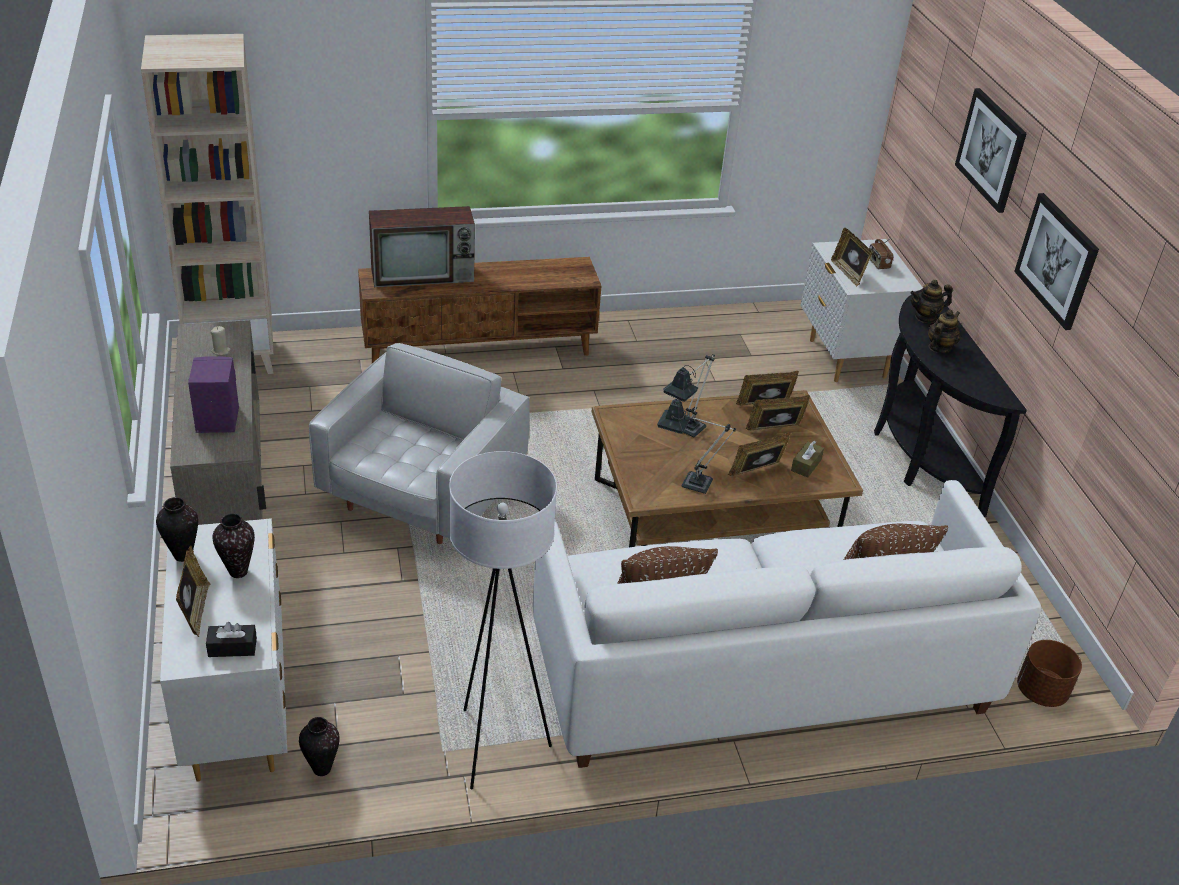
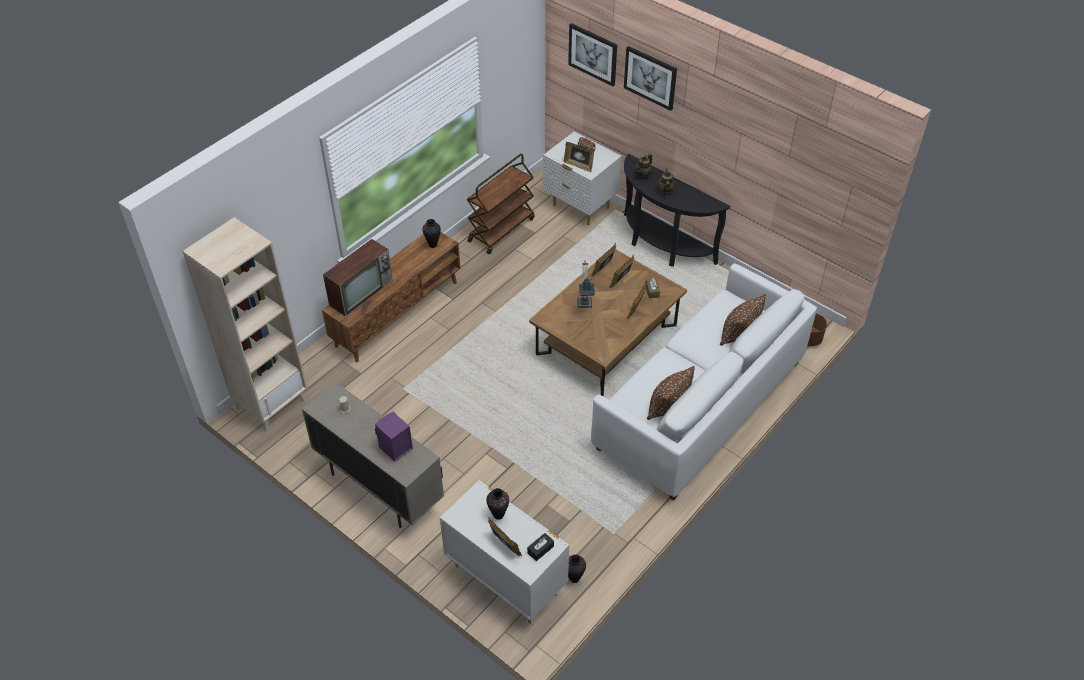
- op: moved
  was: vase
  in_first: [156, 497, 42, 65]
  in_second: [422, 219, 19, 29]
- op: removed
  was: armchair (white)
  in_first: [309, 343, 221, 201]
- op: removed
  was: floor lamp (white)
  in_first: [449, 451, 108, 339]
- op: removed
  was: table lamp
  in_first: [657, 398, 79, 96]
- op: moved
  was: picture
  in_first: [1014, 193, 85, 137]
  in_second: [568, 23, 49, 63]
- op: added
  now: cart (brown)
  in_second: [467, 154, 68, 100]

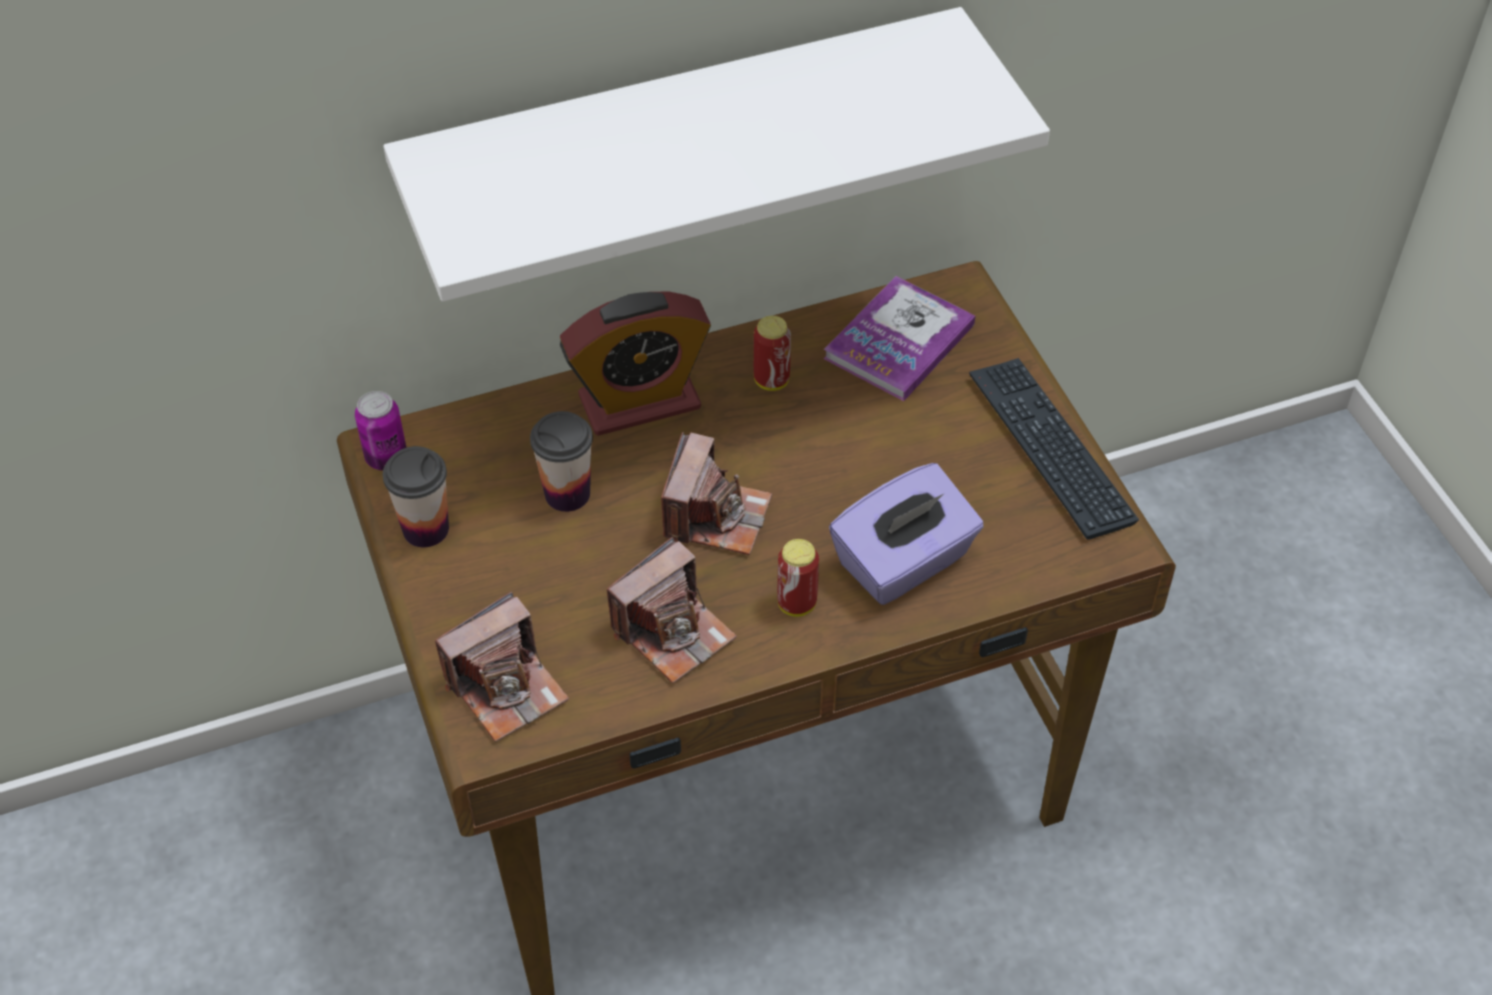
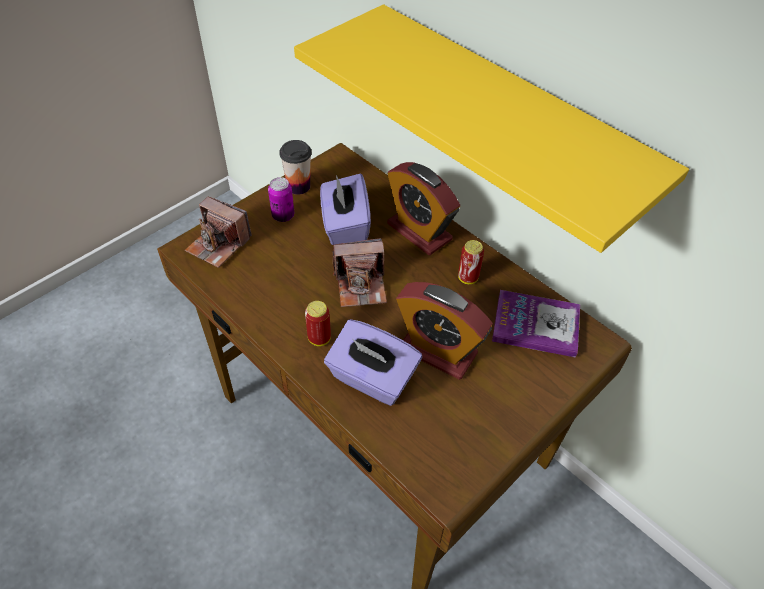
- op: moved
  was: can
  in_first: [355, 391, 52, 79]
  in_second: [268, 177, 26, 45]
- op: recoloured
  was: shelf (white)
  now: shelf (yellow)
  in_first: [383, 7, 667, 295]
  in_second: [294, 4, 395, 249]
- op: replaced
  was: cup
  now: tissue box (purple)
  in_first: [530, 411, 63, 101]
  in_second: [320, 174, 51, 71]
- op: removed
  was: photo camera
  in_first: [607, 537, 130, 146]
- op: removed
  was: keyboard
  in_first: [969, 358, 170, 182]
- op: added
  now: alarm clock
  in_second: [396, 282, 97, 97]

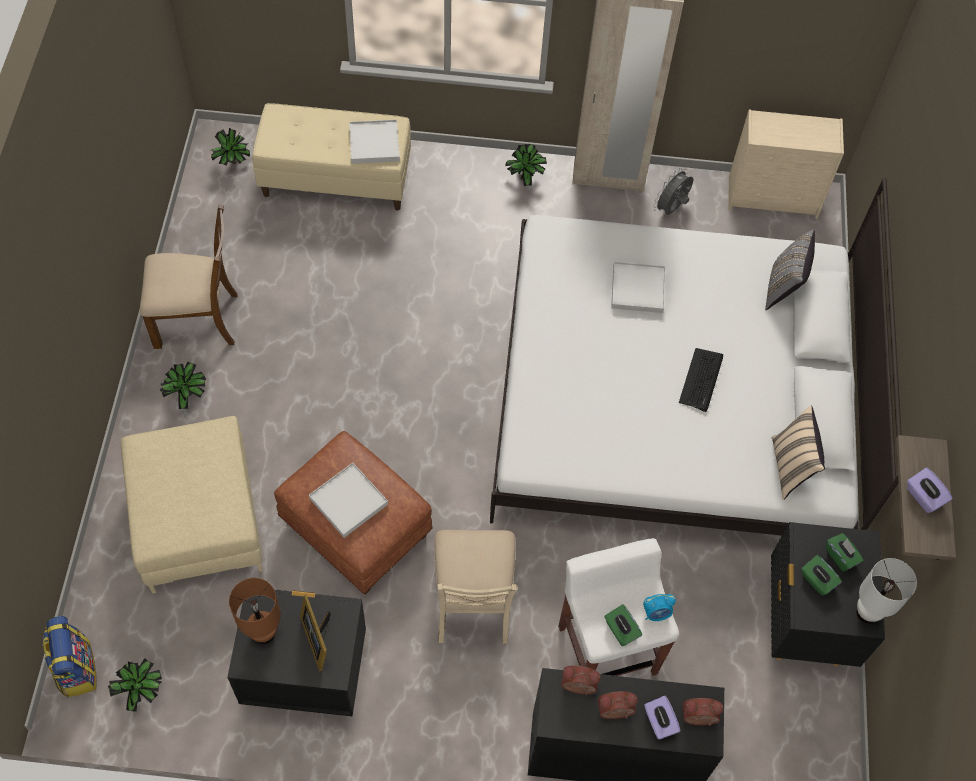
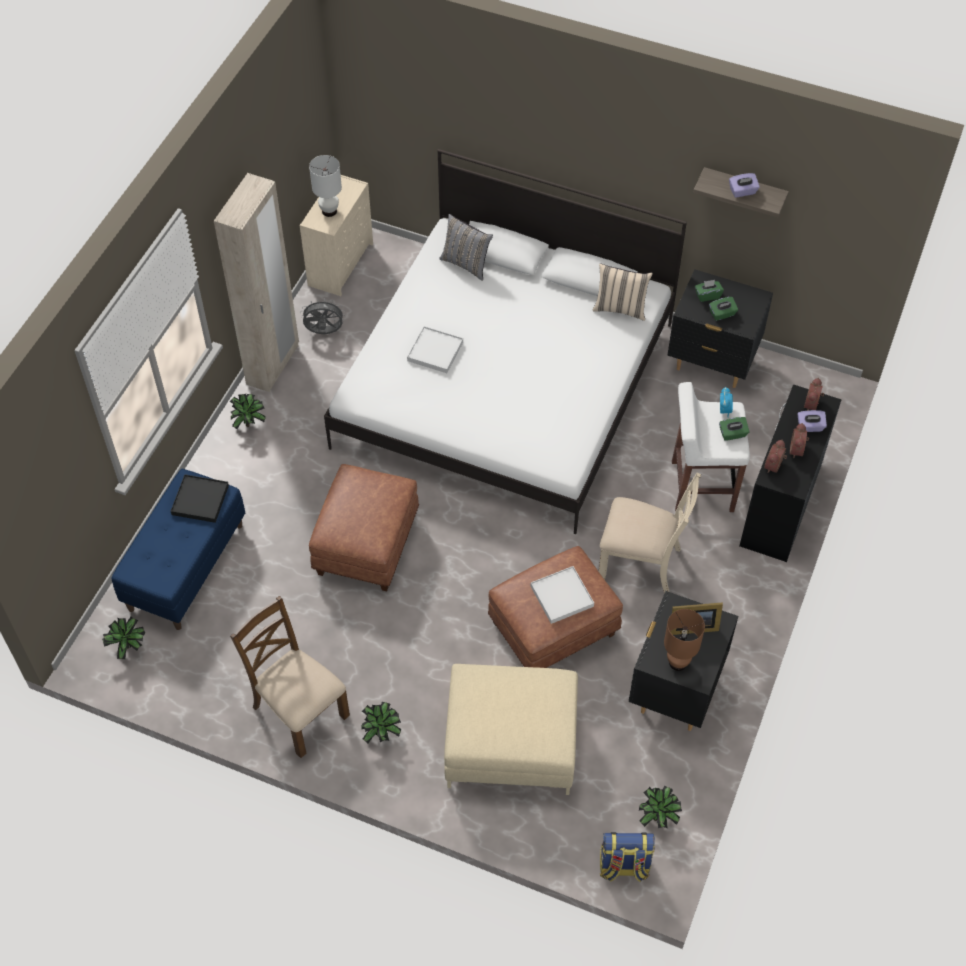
- op: turned
  was: chair (brown)
  in_first: [140, 205, 97, 144]
  in_second: [230, 596, 120, 162]
  clockwise: -60
- op: recoloured
  was: bench (beige)
  now: bench (blue)
  in_first: [252, 103, 159, 108]
  in_second: [112, 469, 133, 161]
- op: recoloured
  was: tray (white)
  now: tray (black)
  in_first: [349, 119, 51, 45]
  in_second: [171, 474, 58, 49]
- op: turned
  was: fan (grey)
  in_first: [653, 168, 40, 47]
  in_second: [300, 299, 46, 35]
  clockwise: 120
- op: removed
  was: keyboard
  in_first: [679, 348, 44, 64]
- op: moved
  was: table lamp (white)
  in_first: [856, 558, 61, 66]
  in_second: [309, 155, 33, 62]
- op: added
  now: ottoman (brown)
  in_second: [309, 464, 110, 127]

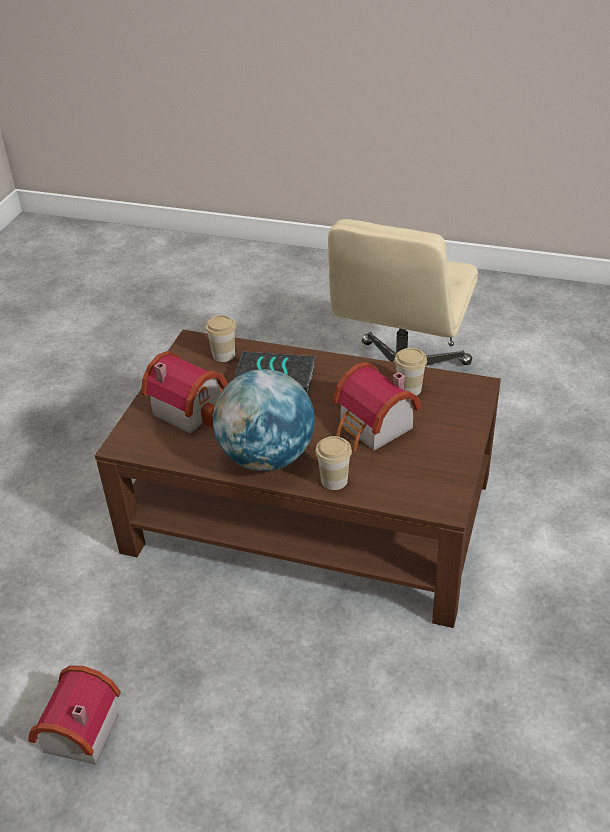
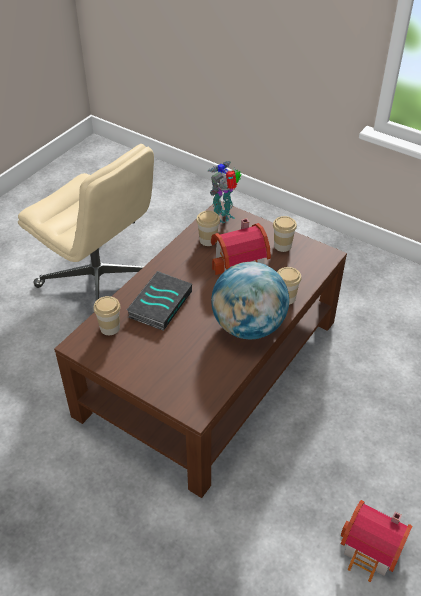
- op: removed
  was: toy house
  in_first: [141, 351, 87, 82]
- op: added
  now: toy robot
  in_second: [208, 161, 34, 65]
- op: added
  now: cup
  in_second: [273, 216, 24, 36]

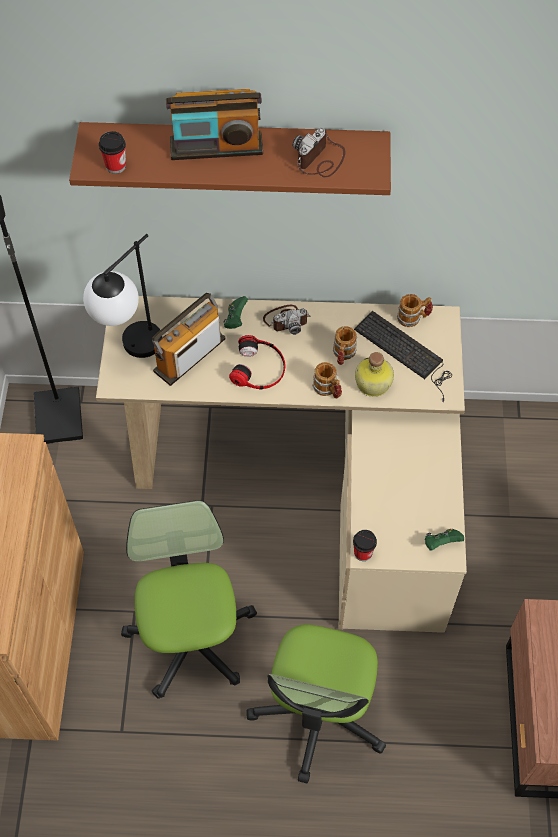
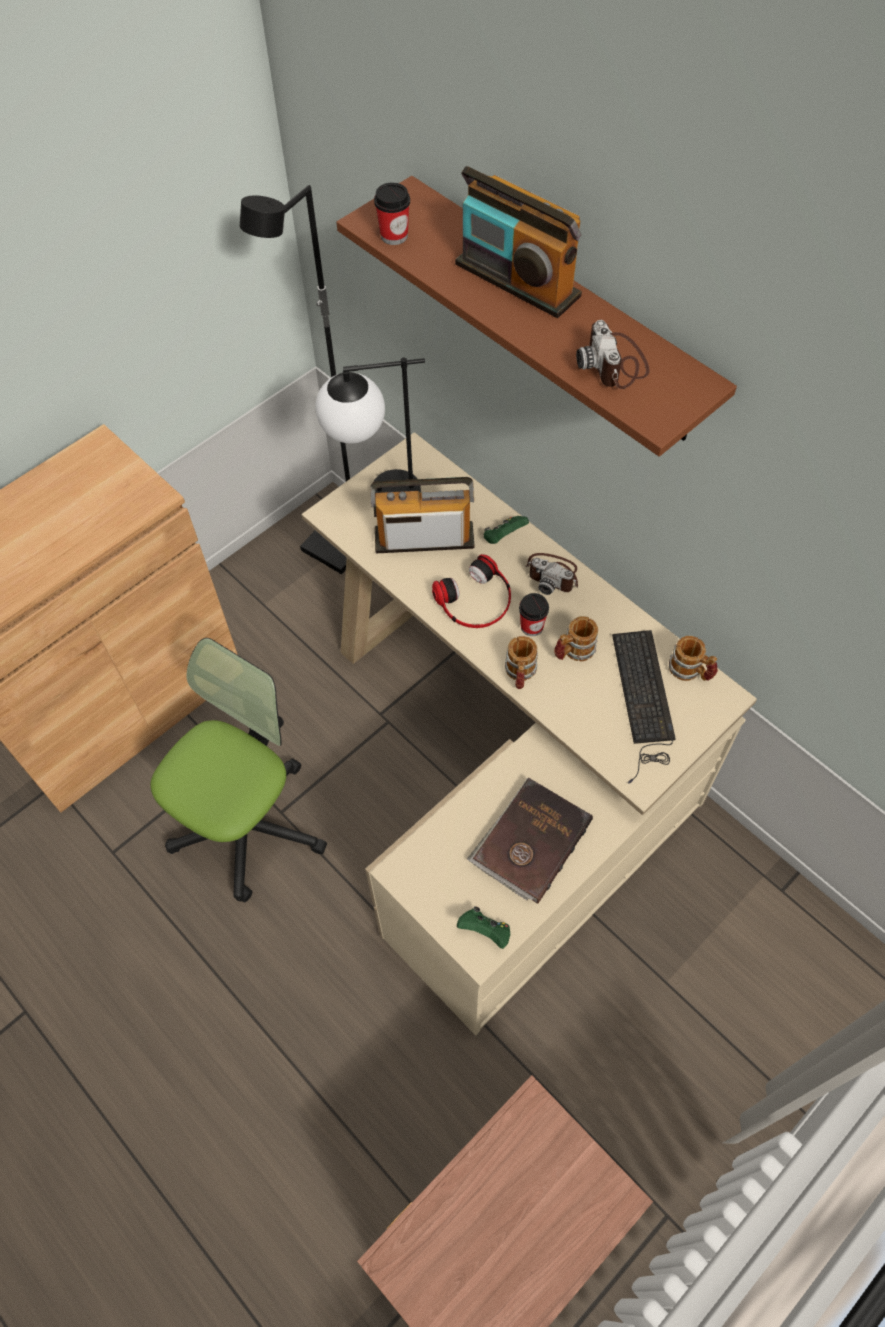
- op: removed
  was: office chair
  in_first: [246, 624, 140, 159]
- op: turned
  was: photo camera
  in_first: [292, 128, 53, 49]
  in_second: [576, 320, 74, 69]
  clockwise: -90
- op: moved
  was: cup
  in_first: [353, 530, 24, 31]
  in_second: [519, 593, 30, 43]
- op: removed
  was: bottle
  in_first: [355, 352, 39, 45]
- op: added
  now: book (brown)
  in_second: [467, 778, 126, 126]

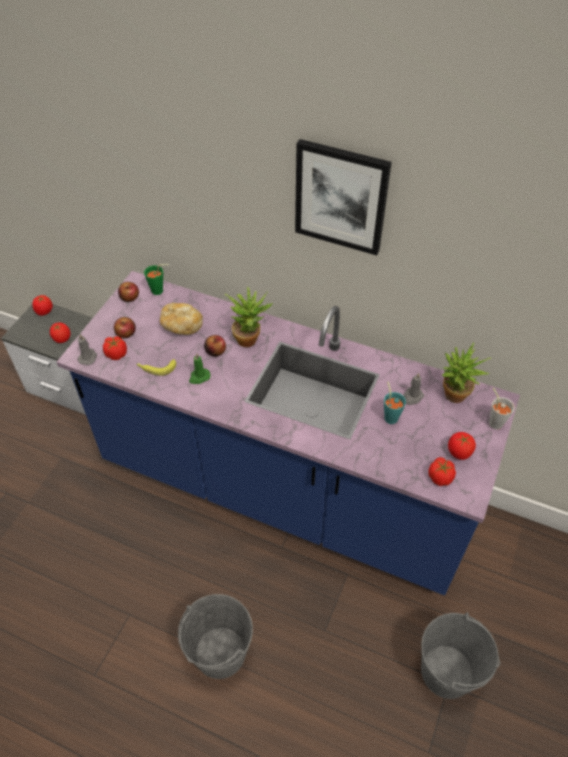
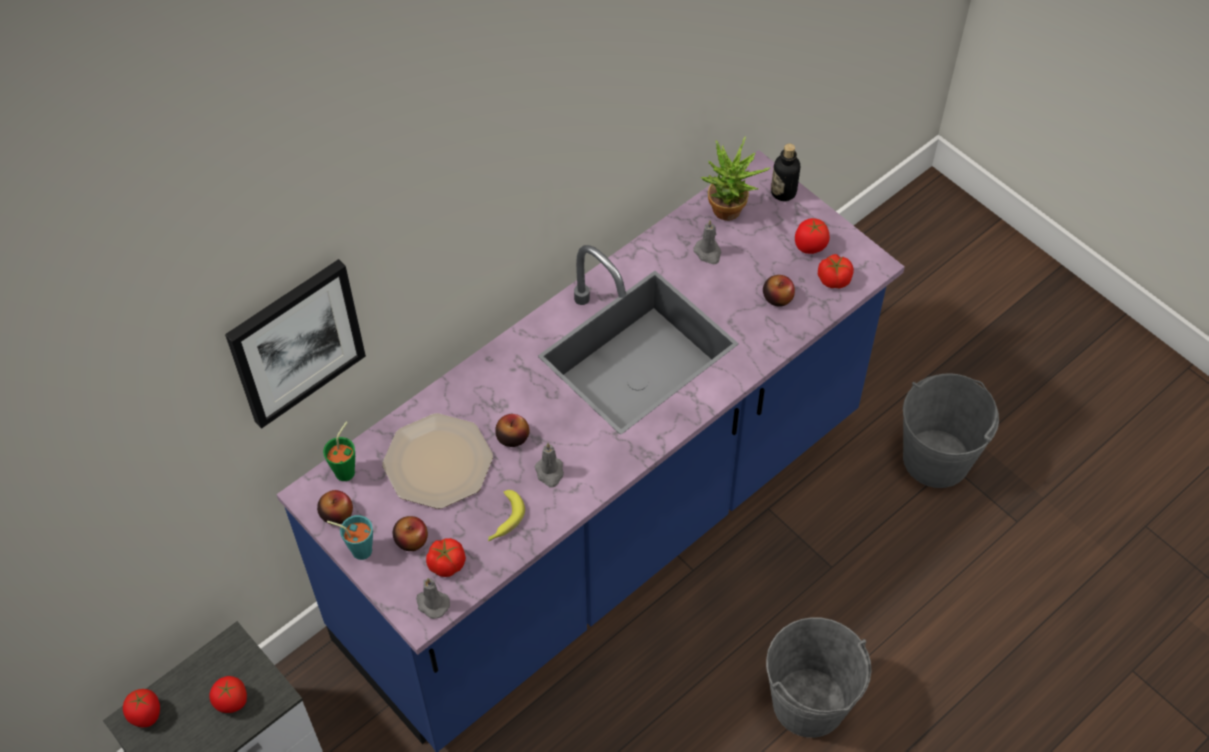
- op: replaced
  was: bread
  now: plate
  in_first: [160, 303, 43, 32]
  in_second: [382, 413, 111, 96]
- op: recoloured
  was: candle (green)
  now: candle (grey)
  in_first: [189, 353, 22, 31]
  in_second: [535, 443, 29, 45]
- op: removed
  was: potted plant
  in_first: [225, 286, 48, 61]
- op: moved
  was: picture
  in_first: [295, 139, 97, 117]
  in_second: [225, 259, 141, 170]
- op: moved
  was: cup (turquoise)
  in_first: [384, 382, 22, 42]
  in_second: [327, 515, 46, 45]
- op: replaced
  was: cup (grey)
  now: bottle
  in_first: [489, 388, 26, 41]
  in_second: [771, 143, 29, 58]
- op: added
  now: apple
  in_second: [763, 275, 32, 32]

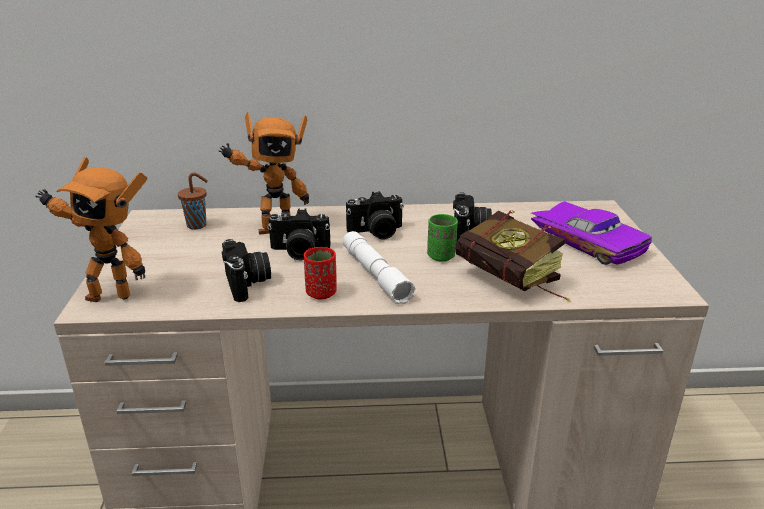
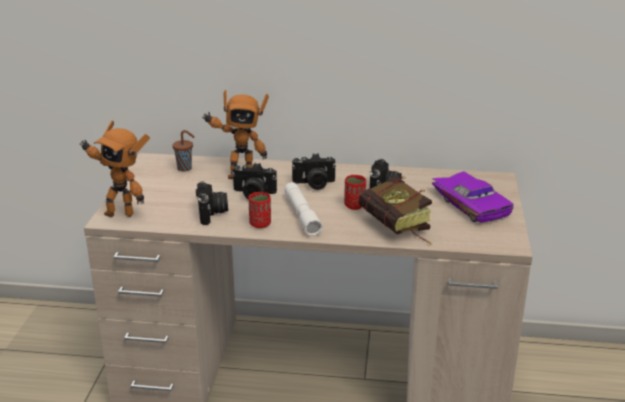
- op: recoloured
  was: cup (green)
  now: cup (red)
  in_first: [427, 214, 31, 48]
  in_second: [344, 175, 22, 35]

